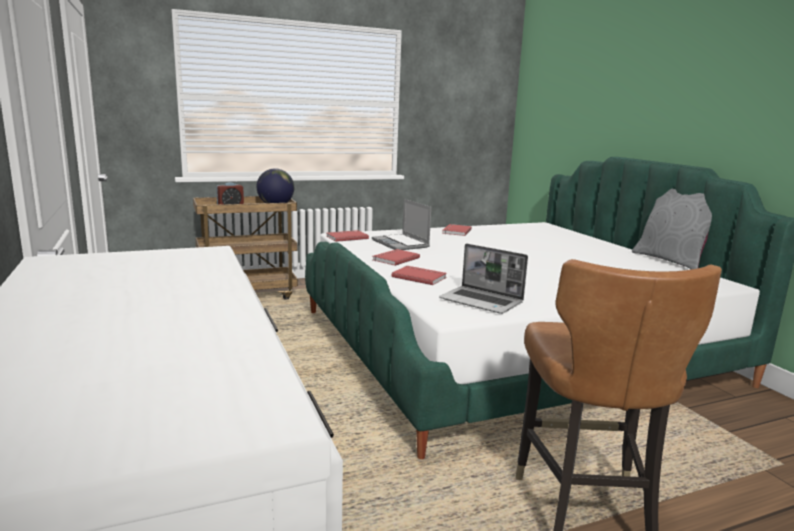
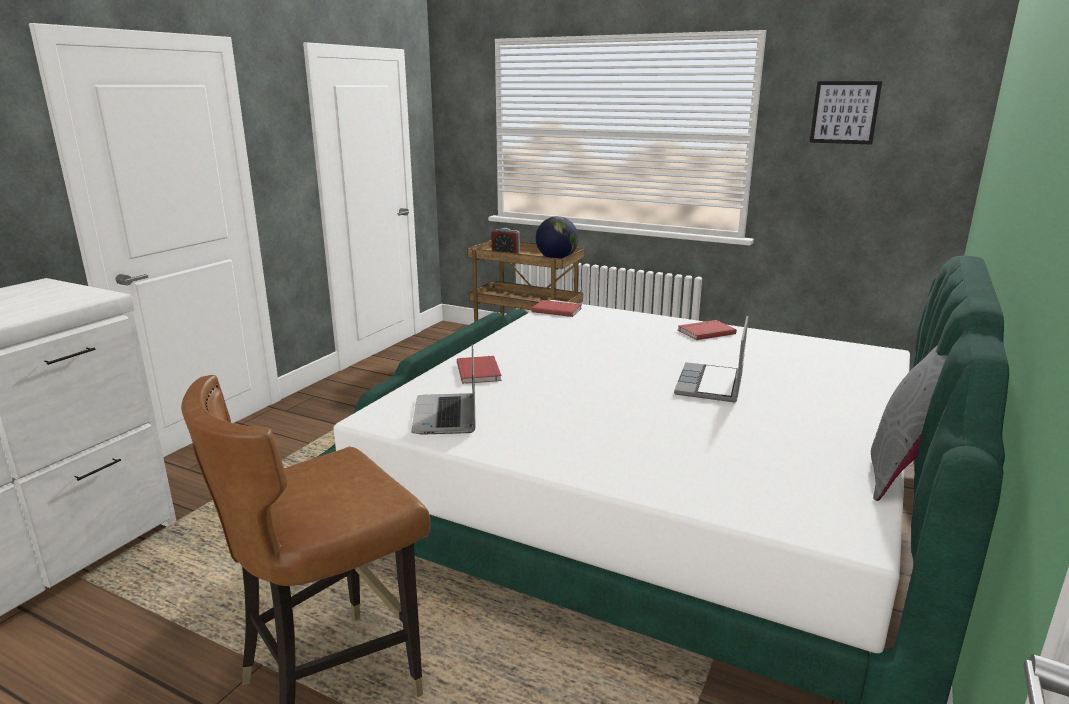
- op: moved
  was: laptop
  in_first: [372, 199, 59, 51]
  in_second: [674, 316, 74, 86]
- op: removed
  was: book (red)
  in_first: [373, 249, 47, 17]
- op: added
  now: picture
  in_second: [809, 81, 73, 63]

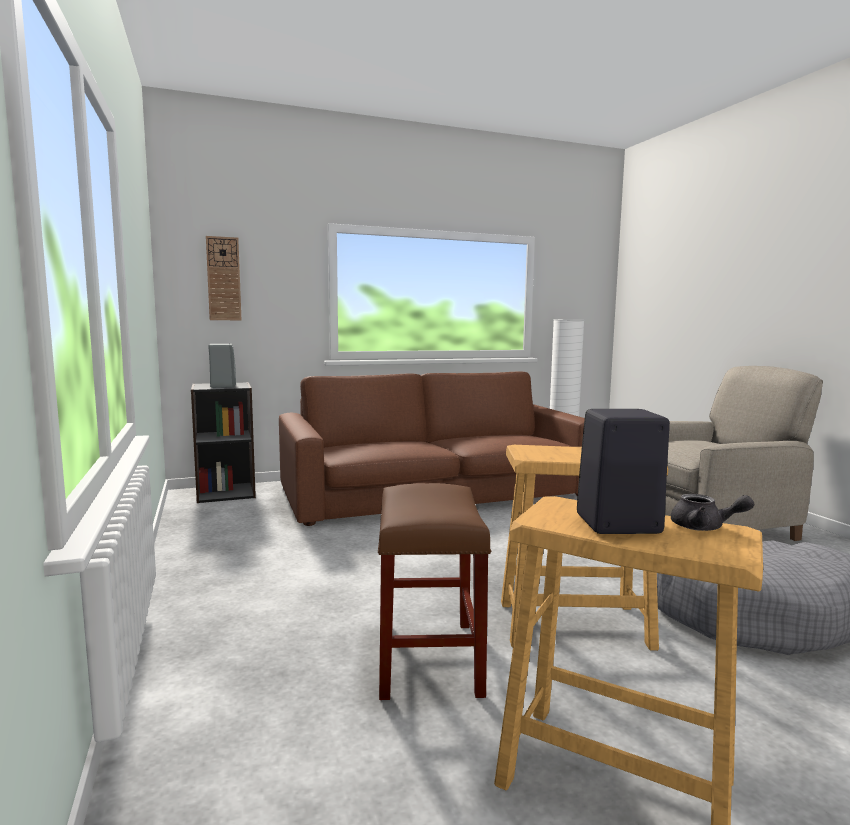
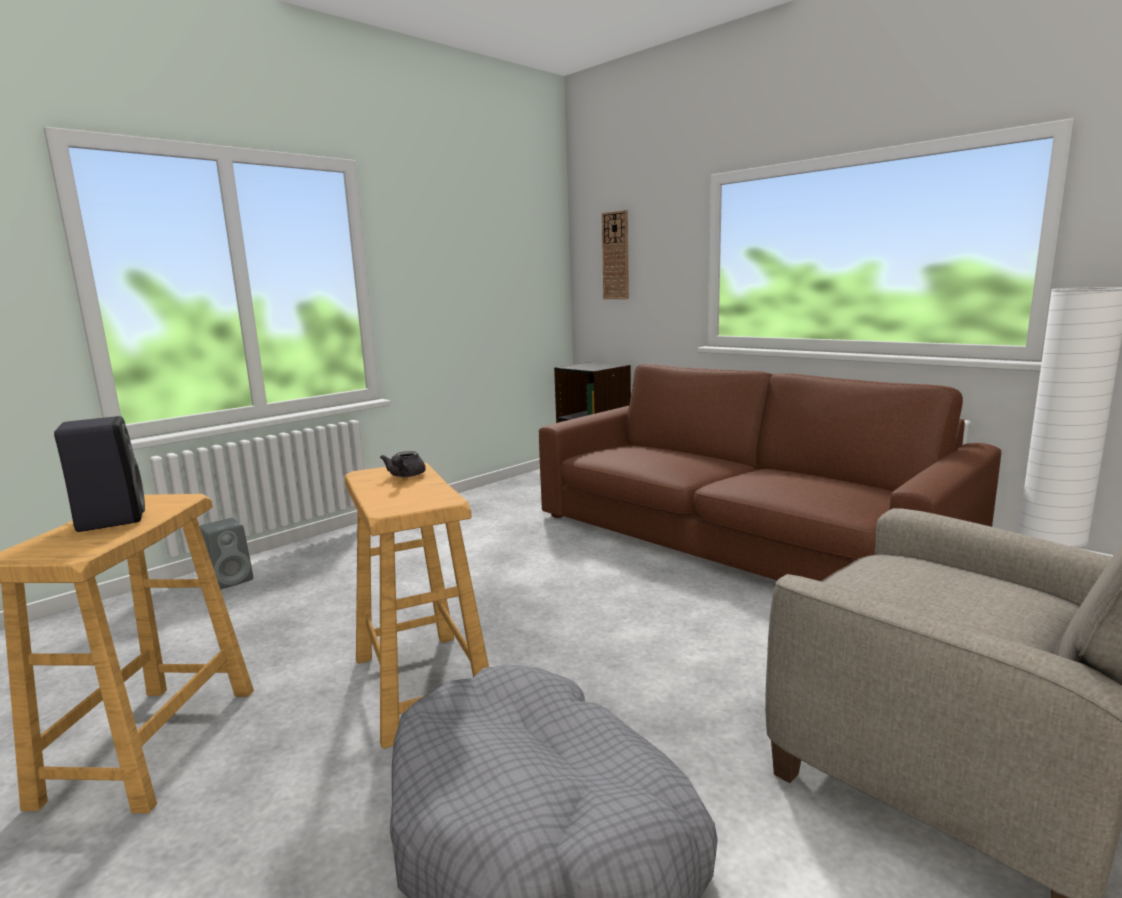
- op: moved
  was: speaker (grey)
  in_first: [208, 344, 28, 44]
  in_second: [200, 518, 53, 72]
- op: removed
  was: stool (brown)
  in_first: [378, 483, 113, 217]
- op: moved
  was: teapot (grey)
  in_first: [671, 494, 83, 37]
  in_second: [380, 451, 46, 26]

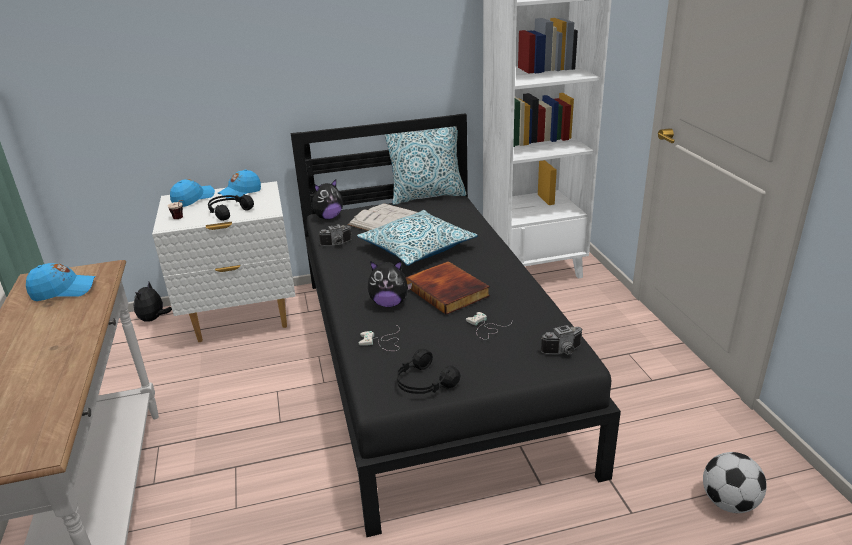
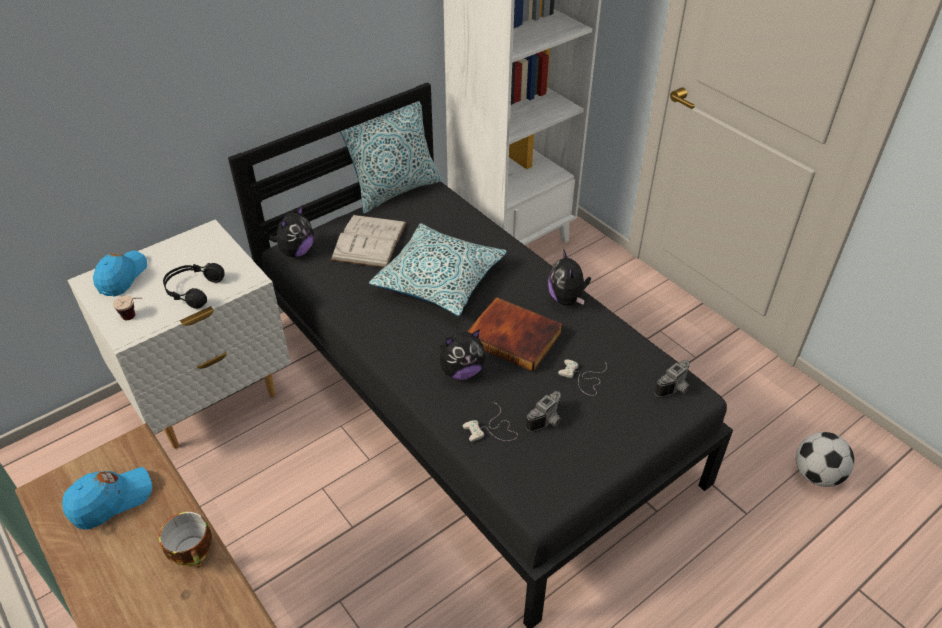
- op: moved
  was: plush toy
  in_first: [133, 282, 39, 39]
  in_second: [548, 248, 43, 57]
- op: removed
  was: cap (blue)
  in_first: [218, 170, 43, 28]
- op: moved
  was: photo camera
  in_first: [319, 224, 33, 22]
  in_second: [526, 391, 35, 41]
- op: removed
  was: headphones (black)
  in_first: [397, 349, 64, 45]
- op: added
  now: cup
  in_second: [159, 512, 53, 56]

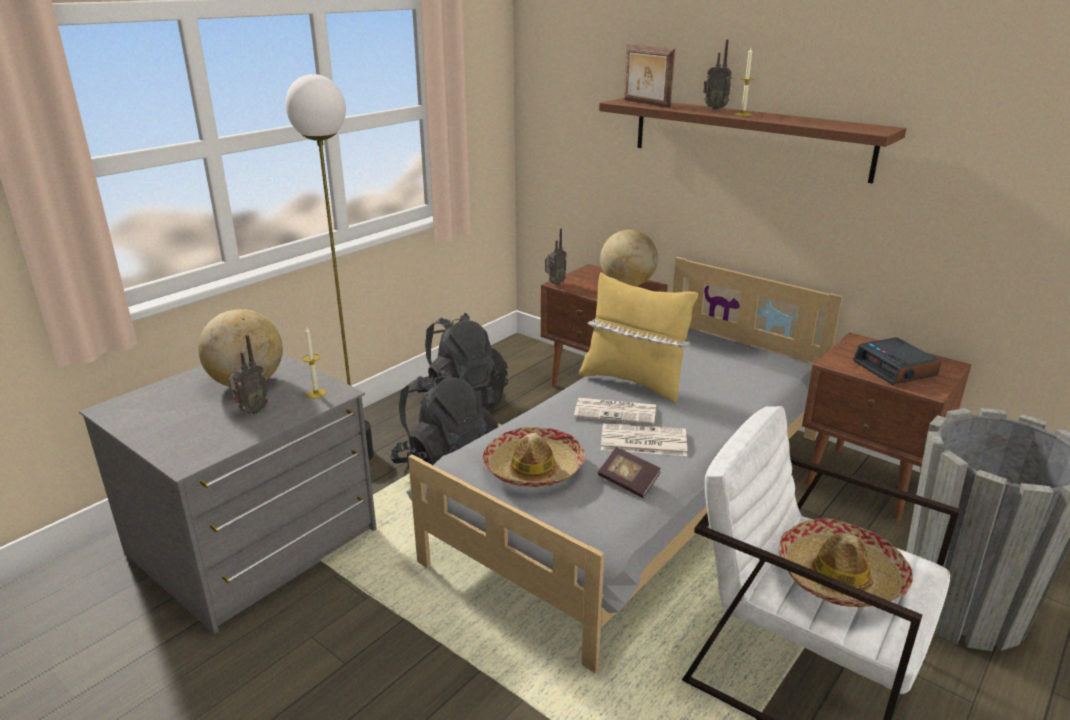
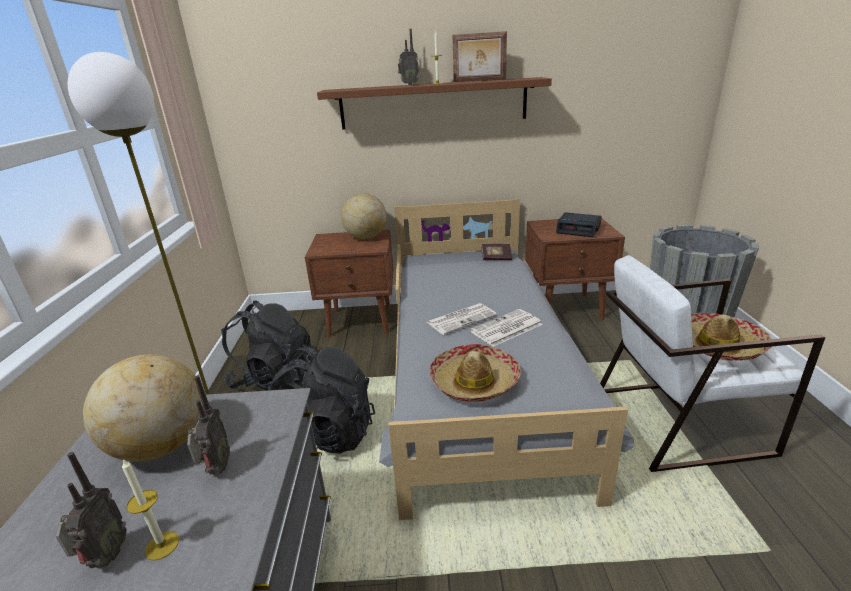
- op: moved
  was: candle
  in_first: [302, 327, 24, 72]
  in_second: [122, 459, 57, 102]
- op: moved
  was: radio
  in_first: [545, 228, 22, 57]
  in_second: [56, 452, 71, 116]
- op: removed
  was: pillow (yellow)
  in_first: [579, 272, 119, 131]
- op: moved
  was: book
  in_first: [598, 447, 63, 51]
  in_second: [481, 244, 31, 16]
- op: moved
  was: picture frame
  in_first: [624, 44, 51, 64]
  in_second: [452, 31, 55, 51]

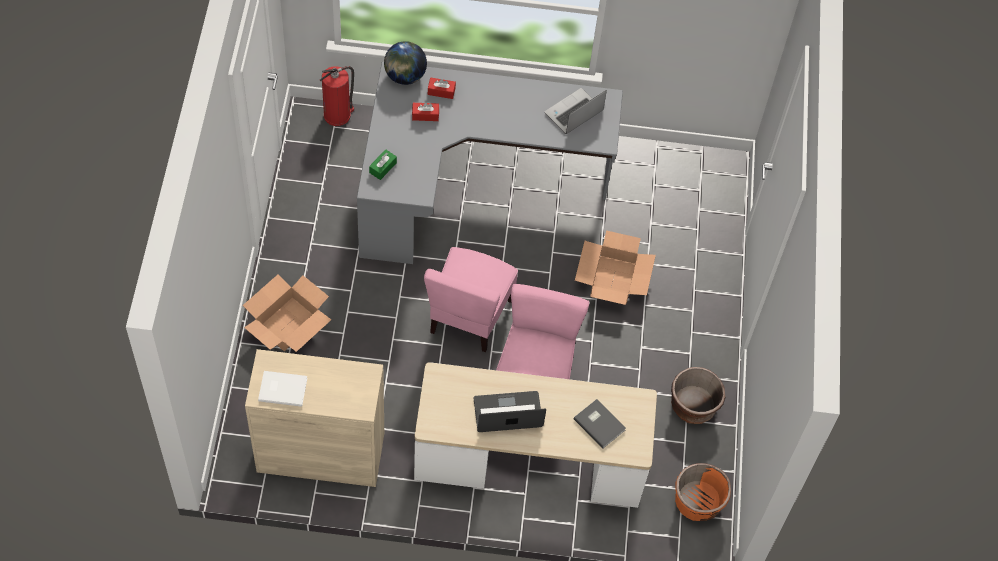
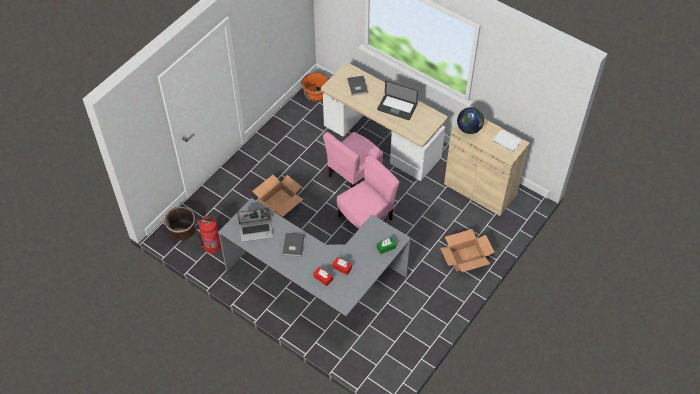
- op: moved
  was: fire extinguisher
  in_first: [319, 66, 35, 60]
  in_second: [194, 217, 27, 37]
- op: moved
  was: globe
  in_first: [384, 41, 43, 44]
  in_second: [457, 107, 27, 27]
- op: moved
  was: planter (brown)
  in_first: [671, 367, 54, 57]
  in_second: [164, 207, 32, 33]
- op: added
  now: book (grey)
  in_second: [283, 233, 22, 24]

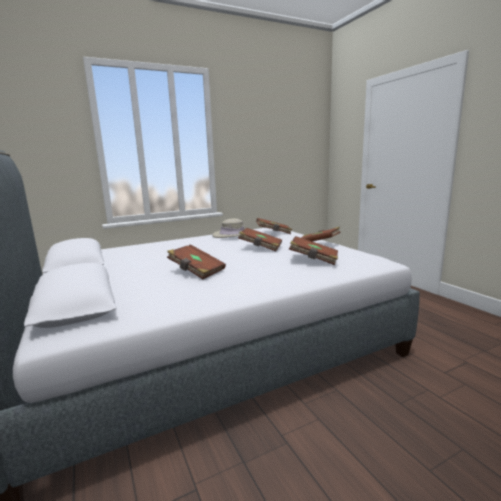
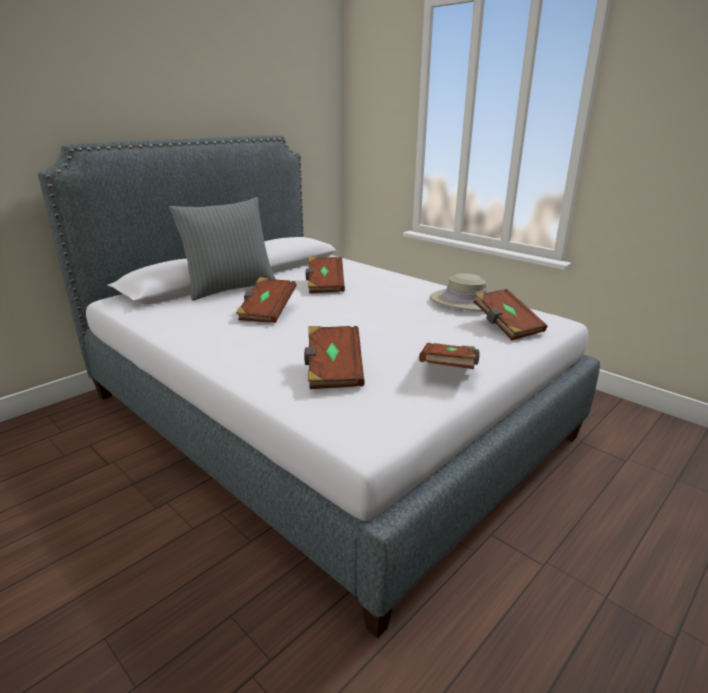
- op: moved
  was: book (brown)
  in_first: [238, 228, 44, 23]
  in_second: [306, 257, 39, 36]
- op: added
  now: pillow (grey)
  in_second: [169, 197, 107, 104]

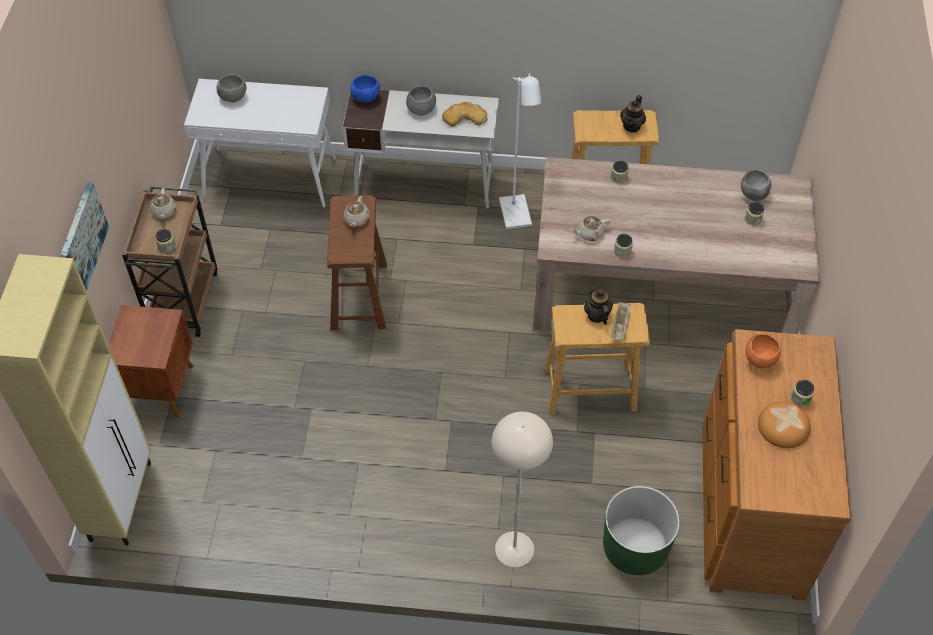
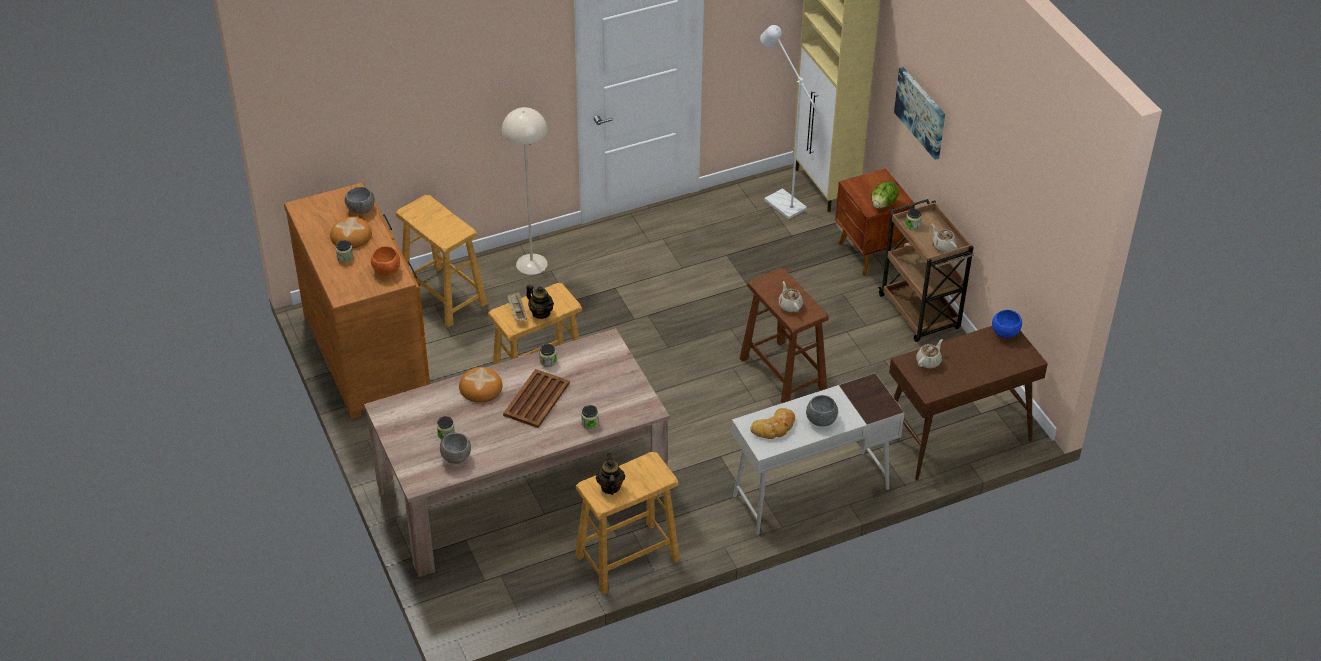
- op: recoloured
  was: console table (white)
  now: console table (brown)
  in_first: [184, 79, 152, 129]
  in_second: [889, 326, 159, 154]
- op: moved
  was: bowl (grey)
  in_first: [217, 74, 29, 28]
  in_second: [345, 187, 30, 27]
- op: moved
  was: bowl (blue)
  in_first: [350, 75, 30, 28]
  in_second: [992, 310, 30, 28]
- op: moved
  was: floor lamp (white)
  in_first: [499, 73, 42, 156]
  in_second: [760, 25, 59, 194]
- op: moved
  was: teapot (beige)
  in_first: [571, 216, 39, 25]
  in_second: [916, 339, 27, 29]
- op: replaced
  was: planter (green)
  now: stool (beige)
  in_first: [603, 486, 77, 89]
  in_second: [395, 195, 93, 132]
- op: added
  now: bread
  in_second: [459, 367, 43, 36]
- op: added
  now: tray (brown)
  in_second: [503, 369, 67, 59]
- op: added
  now: lettuce
  in_second: [871, 181, 28, 27]

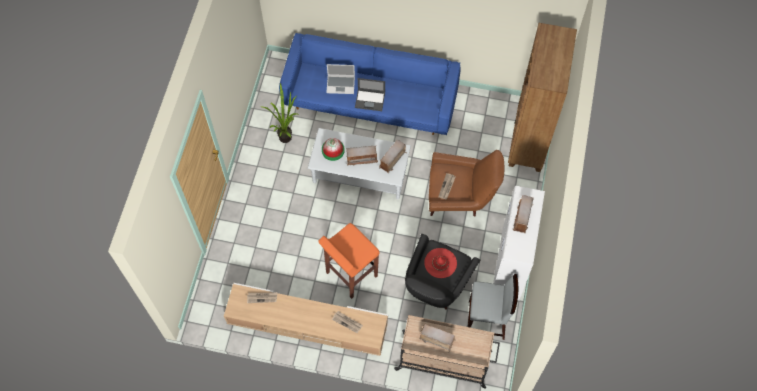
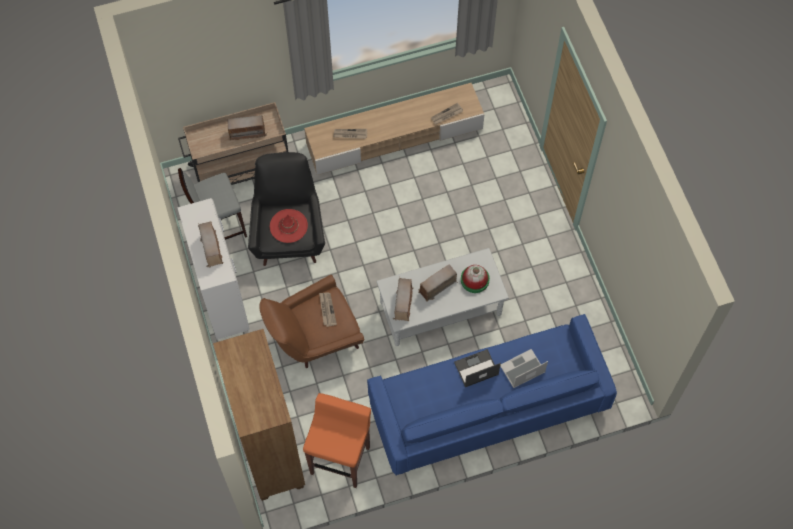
- op: removed
  was: potted plant
  in_first: [262, 83, 38, 60]
- op: moved
  was: stool (orange)
  in_first: [318, 223, 62, 76]
  in_second: [303, 393, 68, 95]

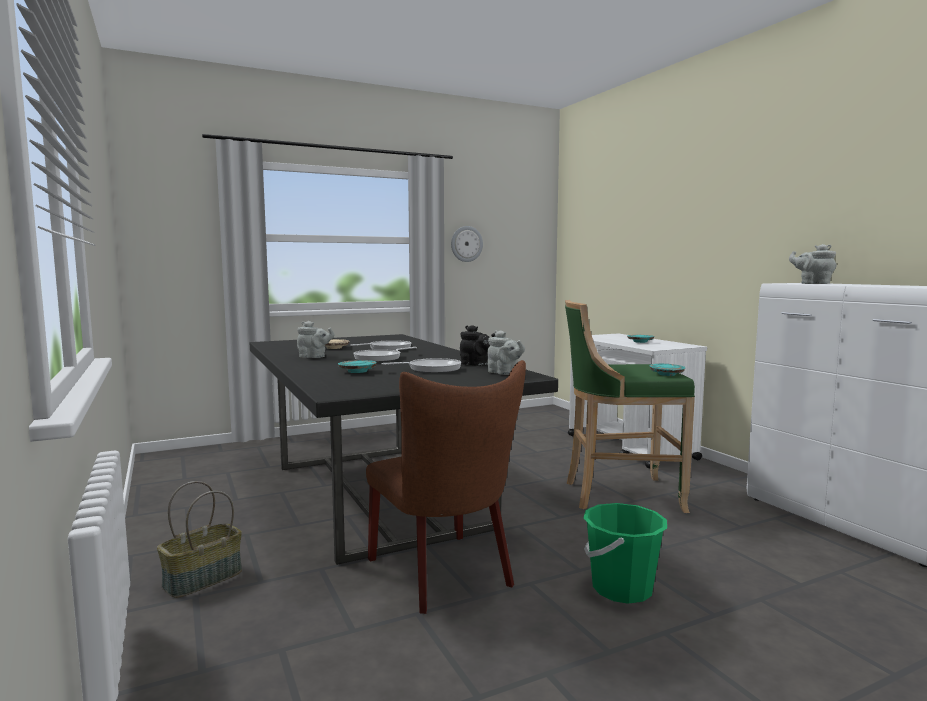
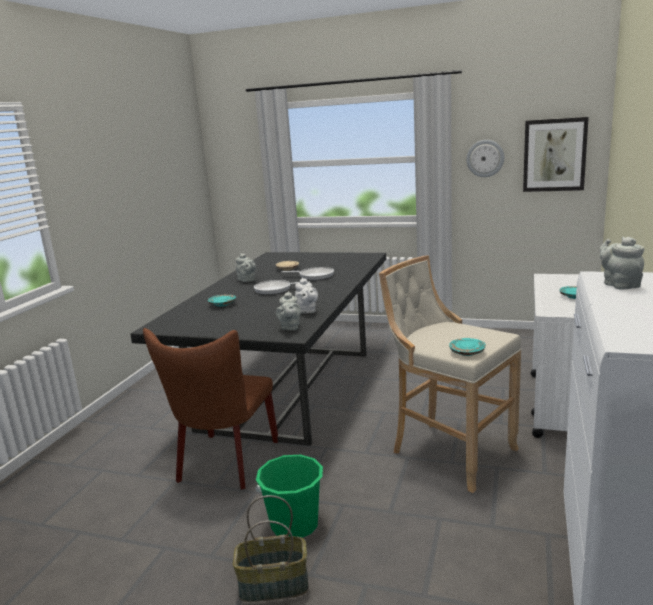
- op: moved
  was: basket
  in_first: [157, 481, 85, 117]
  in_second: [233, 495, 75, 107]
- op: removed
  was: frying pan
  in_first: [382, 358, 79, 15]
- op: recoloured
  was: teapot (black)
  now: teapot (white)
  in_first: [460, 325, 36, 41]
  in_second: [295, 278, 23, 36]
- op: recoloured
  was: stool (green)
  now: stool (beige)
  in_first: [565, 300, 130, 213]
  in_second: [379, 256, 142, 237]
- op: added
  now: picture
  in_second: [523, 117, 66, 75]

